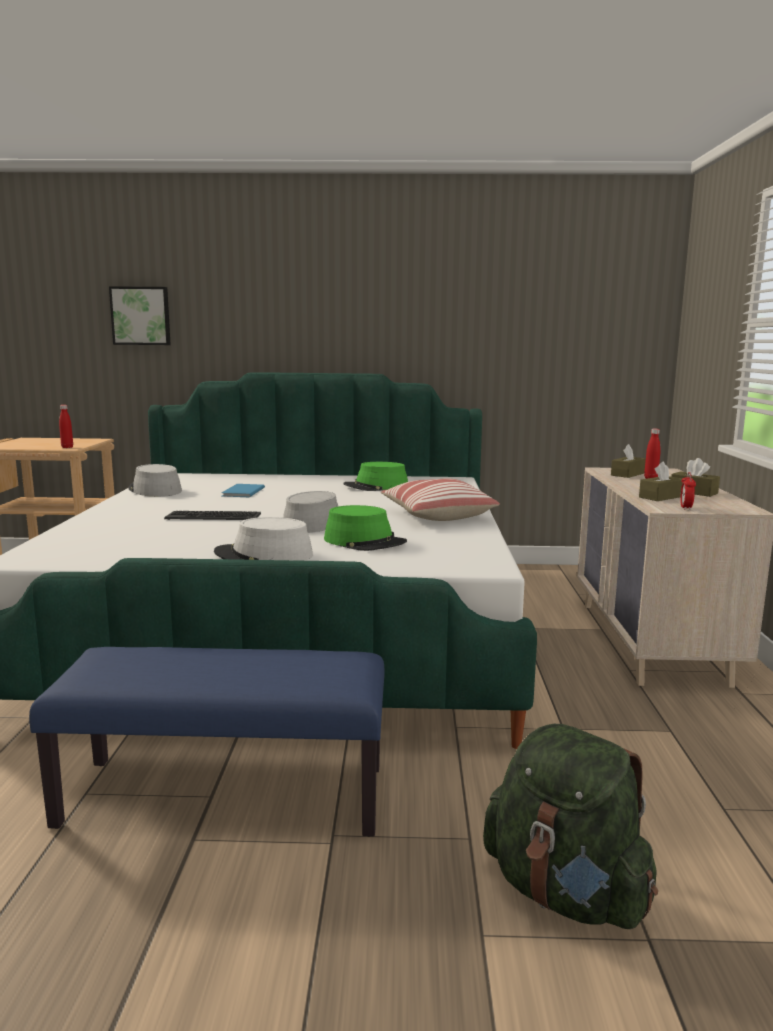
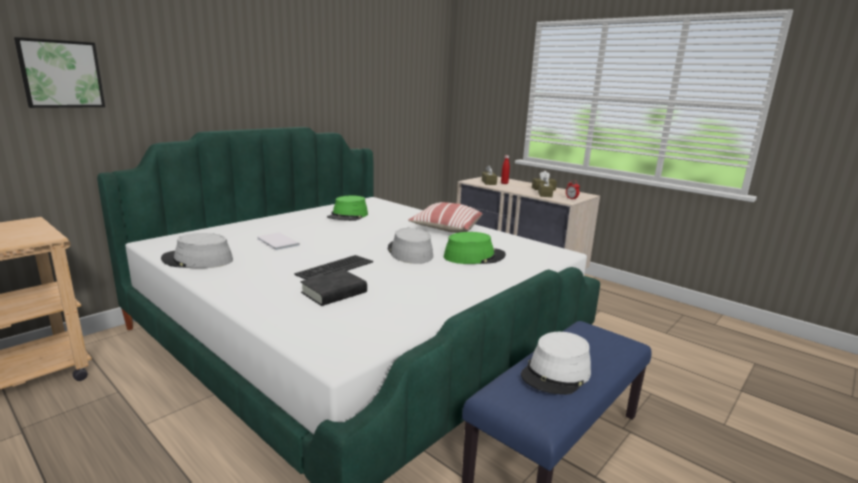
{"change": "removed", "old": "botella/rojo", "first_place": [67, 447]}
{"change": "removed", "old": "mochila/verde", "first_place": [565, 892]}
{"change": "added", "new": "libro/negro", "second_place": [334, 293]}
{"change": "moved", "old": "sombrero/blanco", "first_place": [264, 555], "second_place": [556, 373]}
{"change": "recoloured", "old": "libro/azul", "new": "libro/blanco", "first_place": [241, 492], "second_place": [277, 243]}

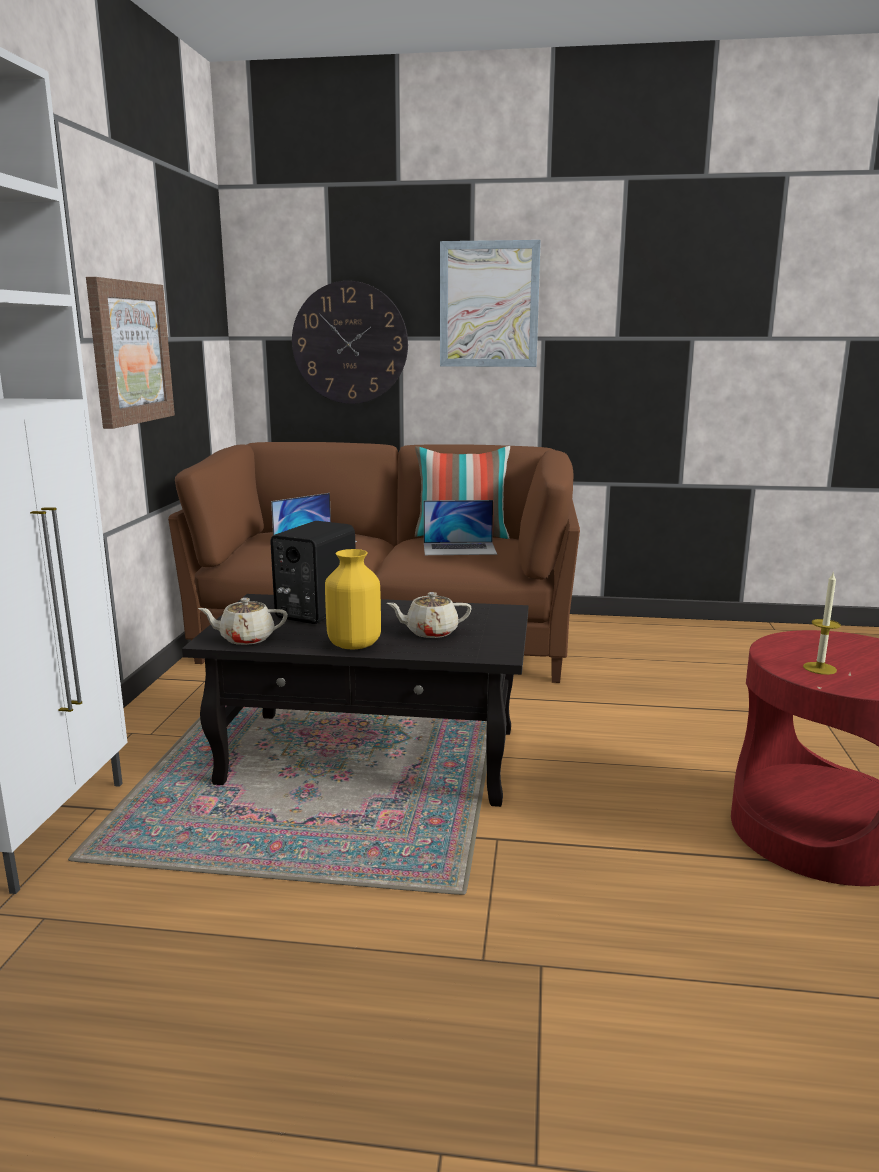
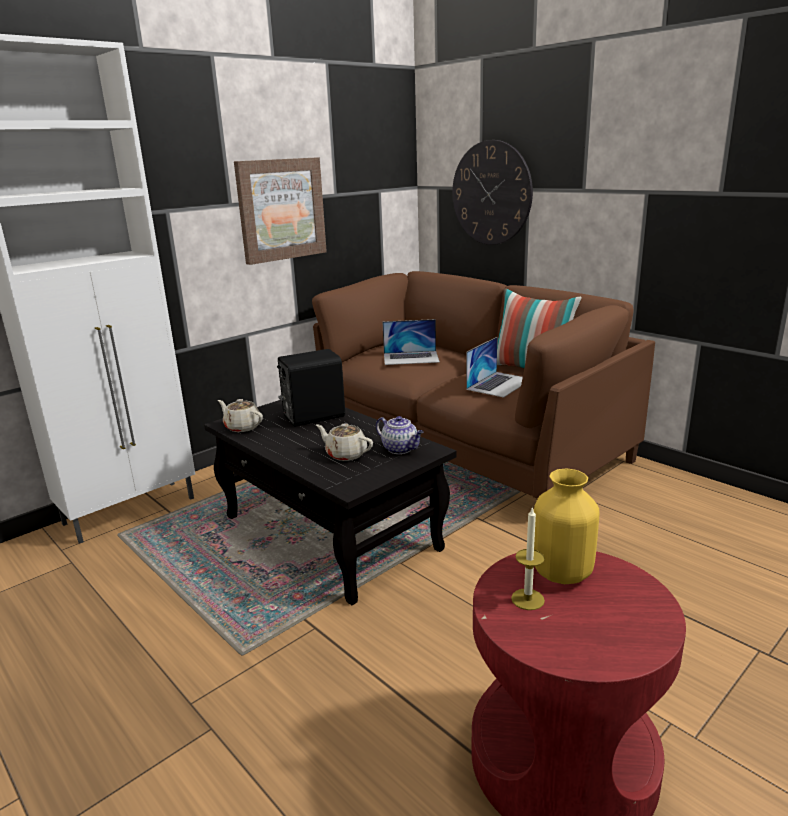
{"change": "removed", "old": "cuadro", "first_place": [489, 305]}
{"change": "added", "new": "tetera", "second_place": [400, 449]}
{"change": "moved", "old": "florero/amarillo", "first_place": [354, 644], "second_place": [562, 572]}
{"change": "turned", "old": "portátil", "first_place": [459, 548], "second_place": [499, 384], "degrees": -90}

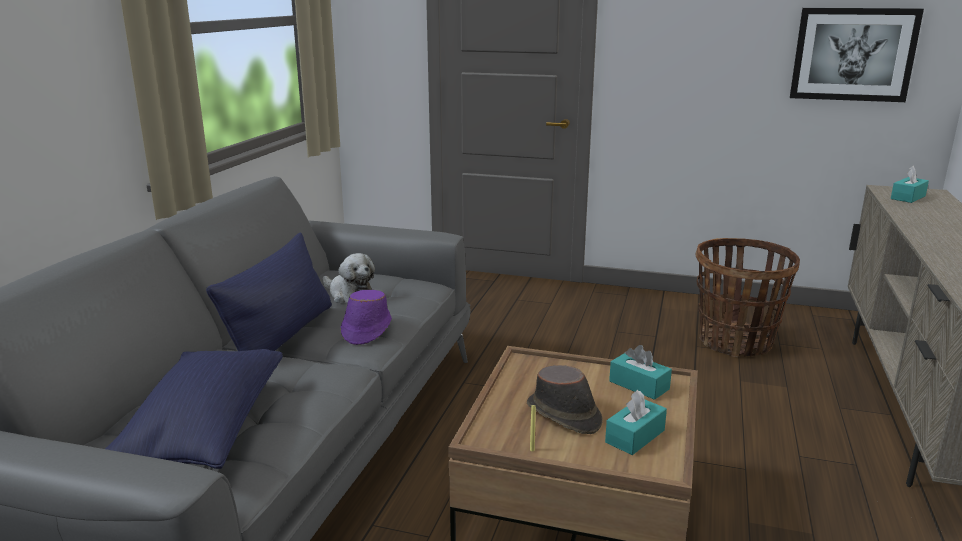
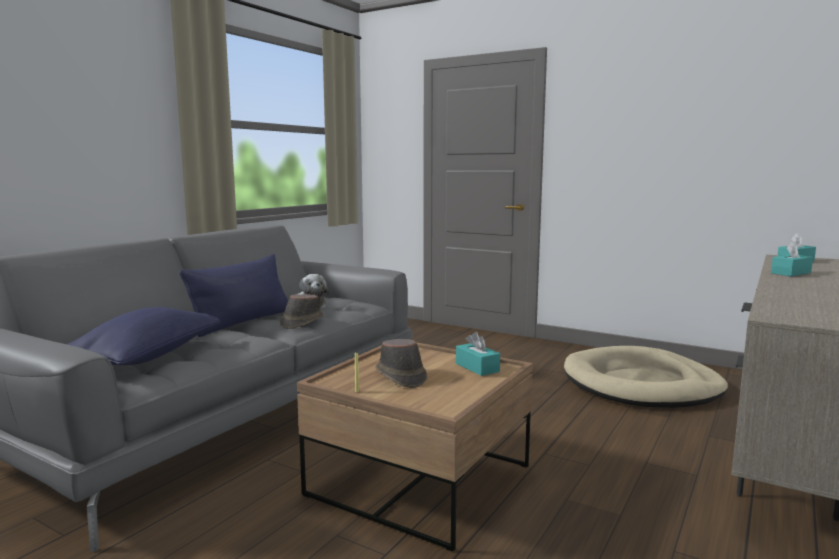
{"change": "removed", "old": "cuadro", "first_place": [853, 54]}
{"change": "moved", "old": "caja de pañuelos/turquesa", "first_place": [635, 436], "second_place": [791, 273]}
{"change": "replaced", "old": "cesta", "new": "cama para perro/beis", "first_place": [735, 341], "second_place": [642, 384]}
{"change": "recoloured", "old": "sombrero/morado", "new": "sombrero/marrón", "first_place": [366, 330], "second_place": [301, 322]}

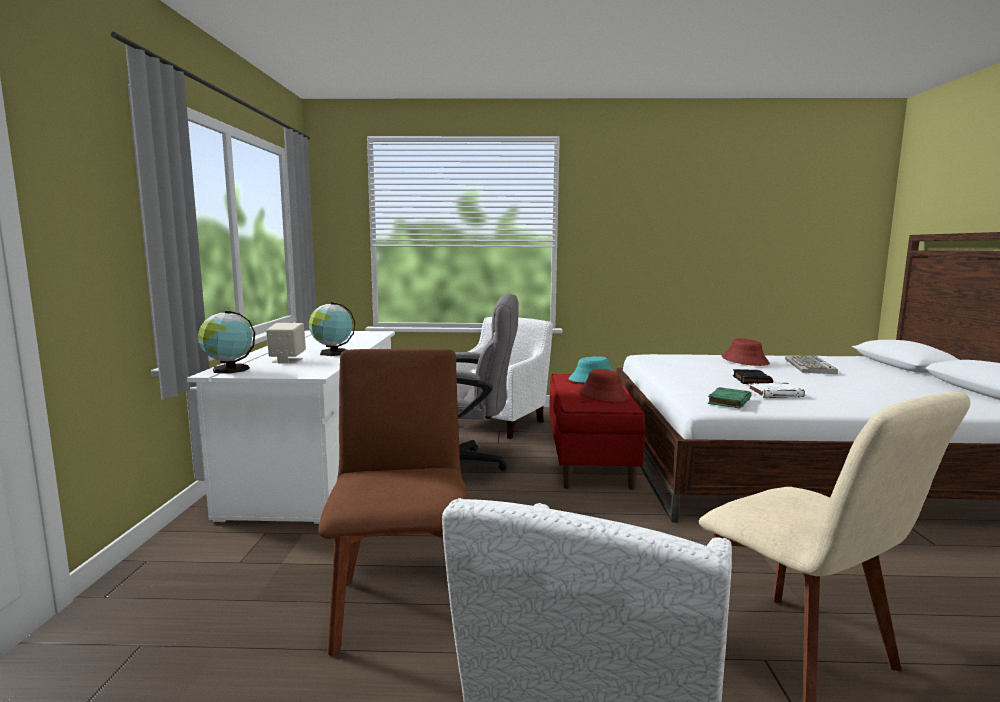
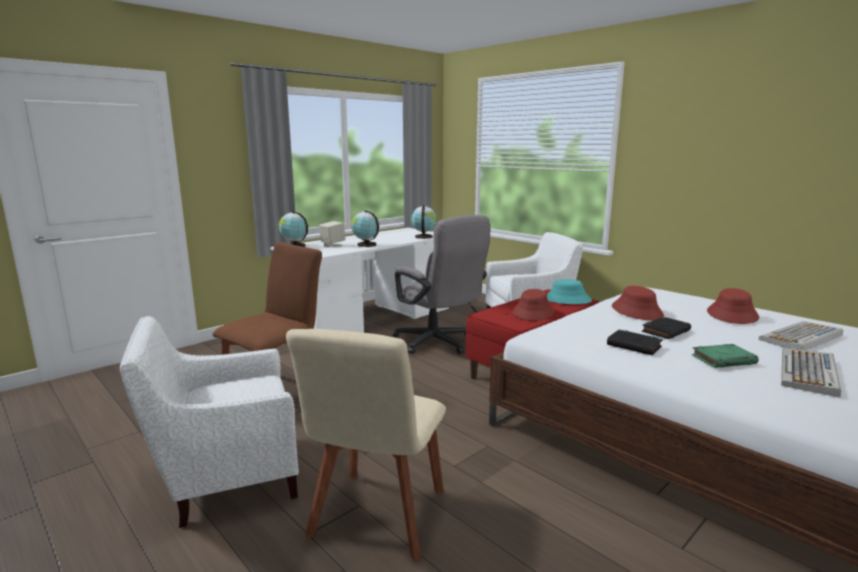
{"change": "added", "new": "globo terráqueo", "second_place": [423, 236]}
{"change": "added", "new": "sombrero/rojo", "second_place": [637, 311]}
{"change": "added", "new": "teclado", "second_place": [809, 373]}
{"change": "moved", "old": "libro/verde", "first_place": [729, 401], "second_place": [724, 359]}
{"change": "recoloured", "old": "libro/blanco", "new": "libro/negro", "first_place": [775, 394], "second_place": [634, 346]}

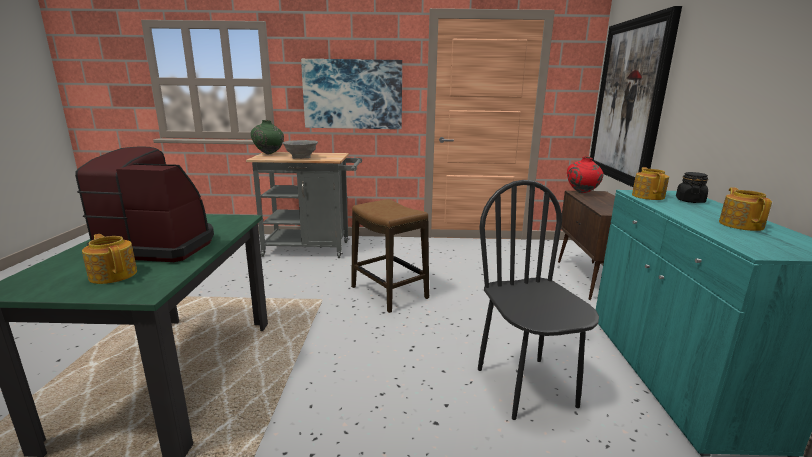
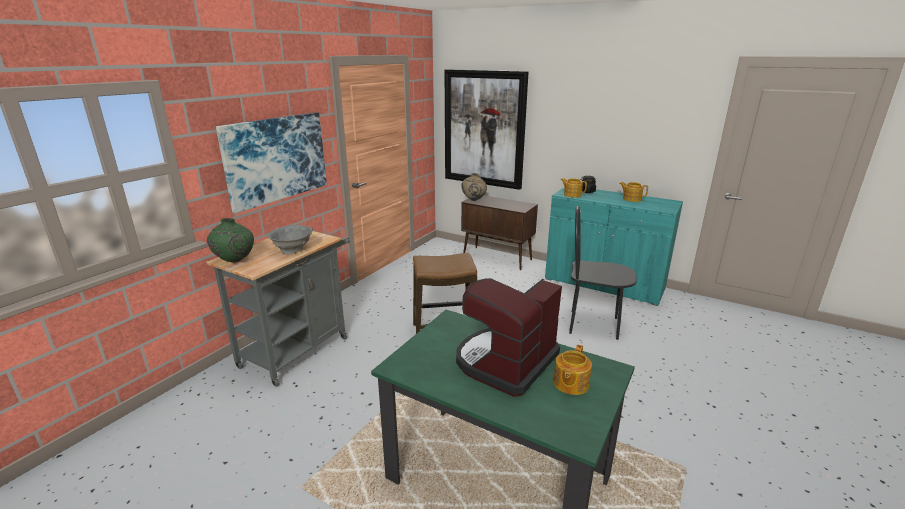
{"change": "recoloured", "old": "florero/rojo", "new": "florero/beis", "first_place": [582, 193], "second_place": [473, 200]}
{"change": "turned", "old": "tetera", "first_place": [113, 274], "second_place": [570, 384], "degrees": -45}

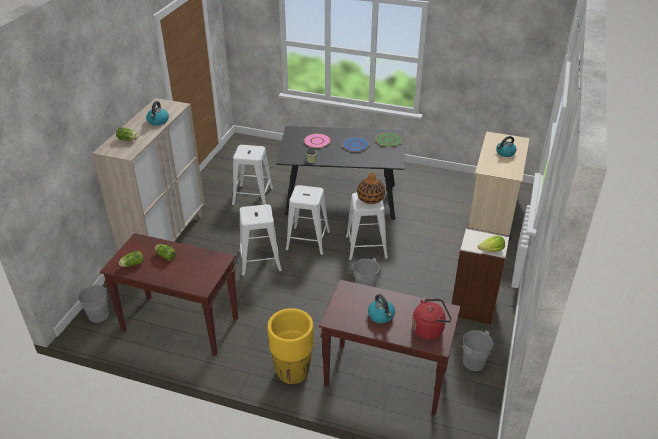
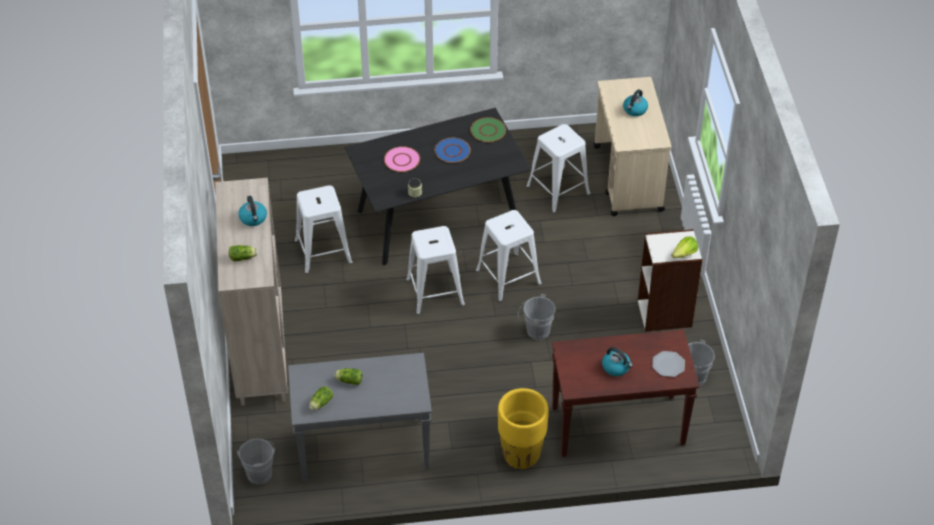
{"change": "removed", "old": "florero", "first_place": [370, 199]}
{"change": "moved", "old": "taburete/blanco", "first_place": [260, 261], "second_place": [558, 190]}
{"change": "replaced", "old": "hervidor/rojo", "new": "plato", "first_place": [429, 329], "second_place": [668, 365]}
{"change": "recoloured", "old": "mesa consola/marrón", "new": "mesa consola/gris", "first_place": [179, 325], "second_place": [362, 451]}

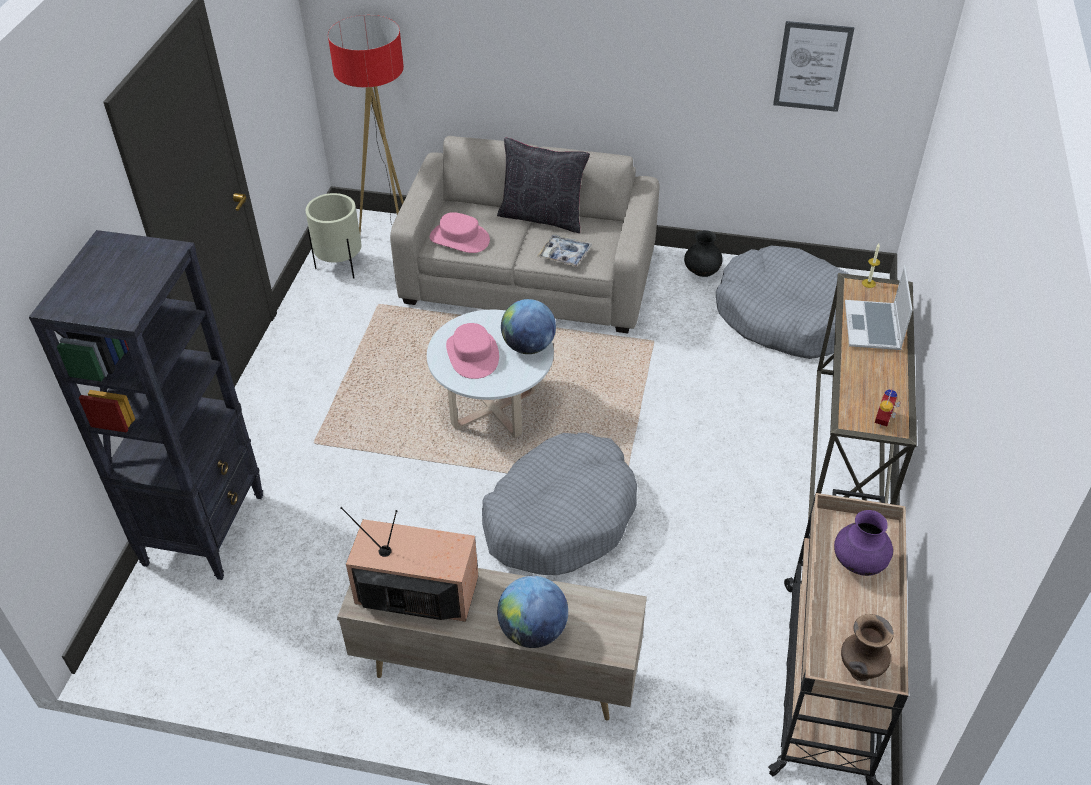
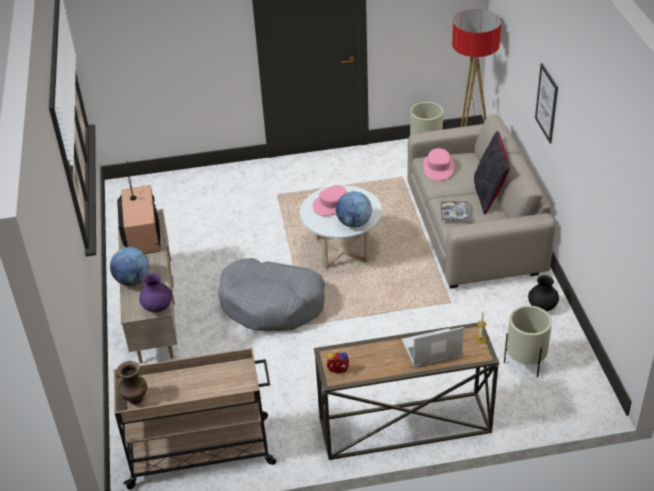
{"change": "removed", "old": "estantería/negro", "first_place": [205, 528]}
{"change": "moved", "old": "cuadro", "first_place": [812, 66], "second_place": [546, 103]}
{"change": "moved", "old": "florero/morado", "first_place": [858, 564], "second_place": [158, 308]}
{"change": "replaced", "old": "cama para perro/gris", "new": "maceta/beis", "first_place": [785, 316], "second_place": [525, 363]}

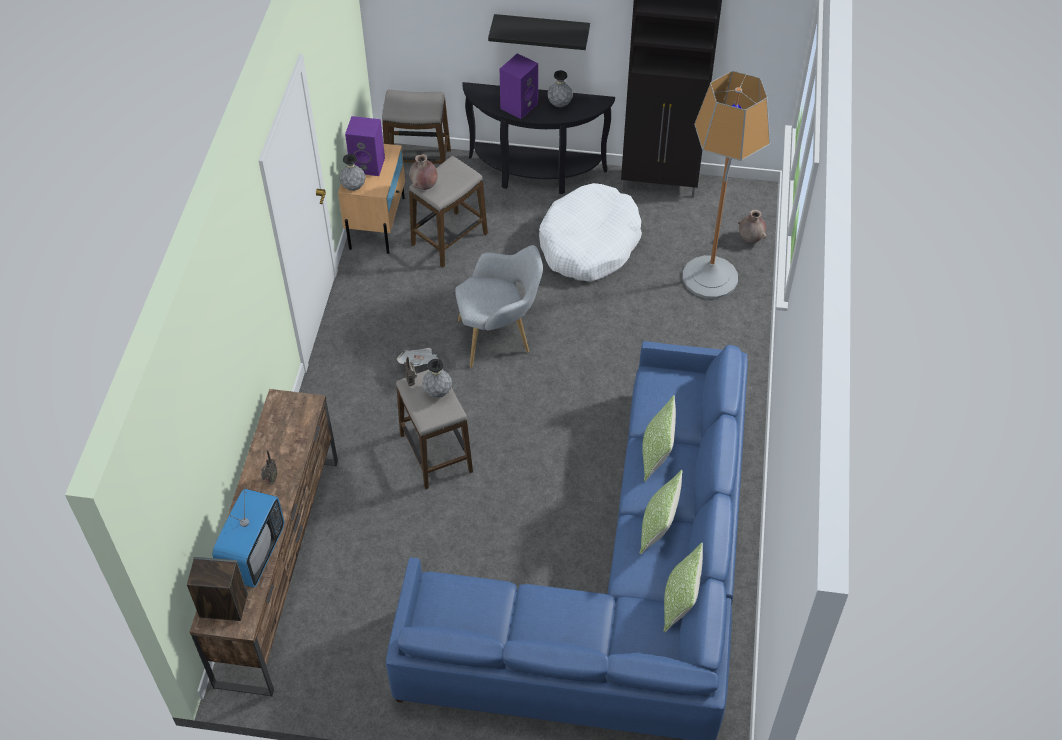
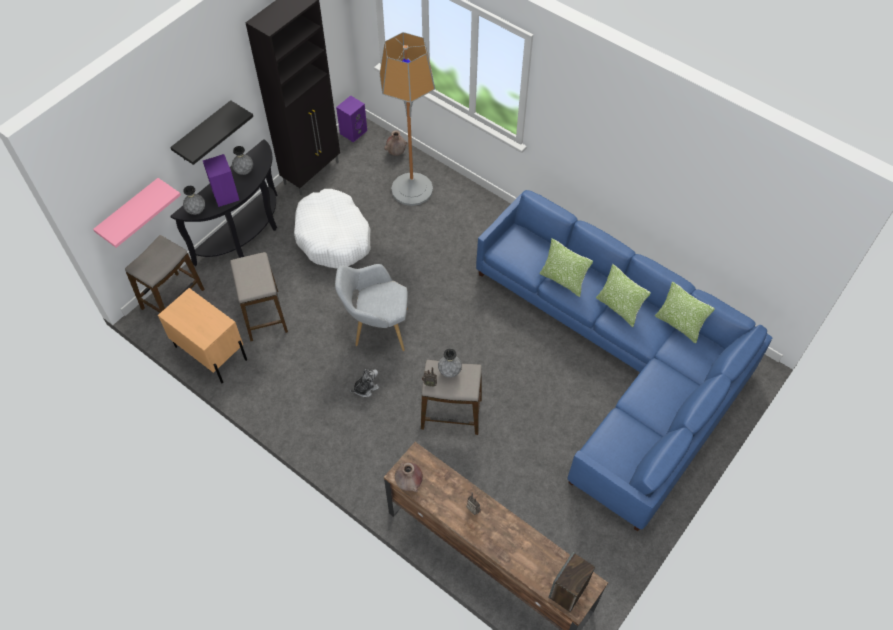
{"change": "removed", "old": "televisor", "first_place": [253, 553]}
{"change": "added", "new": "estante/rosa", "second_place": [129, 211]}
{"change": "moved", "old": "florero/gris", "first_place": [353, 187], "second_place": [196, 211]}
{"change": "moved", "old": "altavoz/morado", "first_place": [368, 165], "second_place": [353, 131]}
{"change": "moved", "old": "florero/marrón", "first_place": [424, 186], "second_place": [409, 483]}
{"change": "replaced", "old": "periódico", "new": "peluche", "first_place": [419, 364], "second_place": [365, 388]}
{"change": "turned", "old": "sillón/gris", "first_place": [499, 337], "second_place": [377, 328], "degrees": -105}

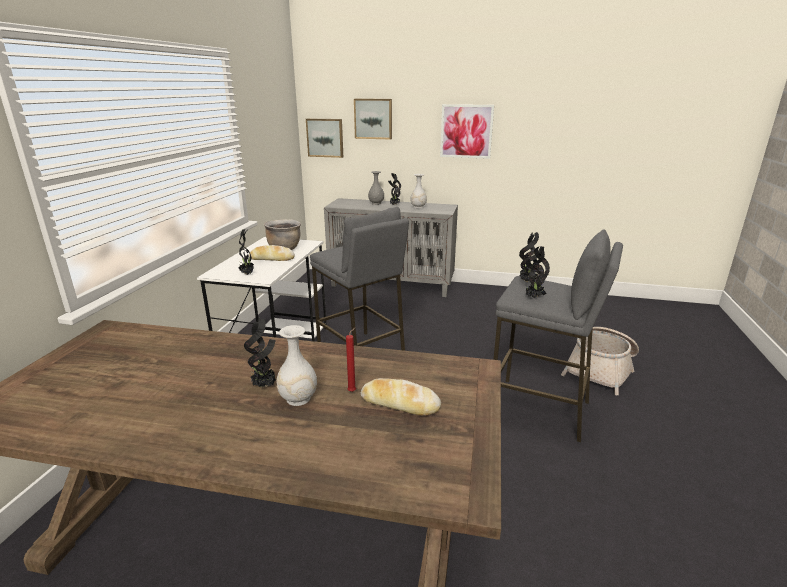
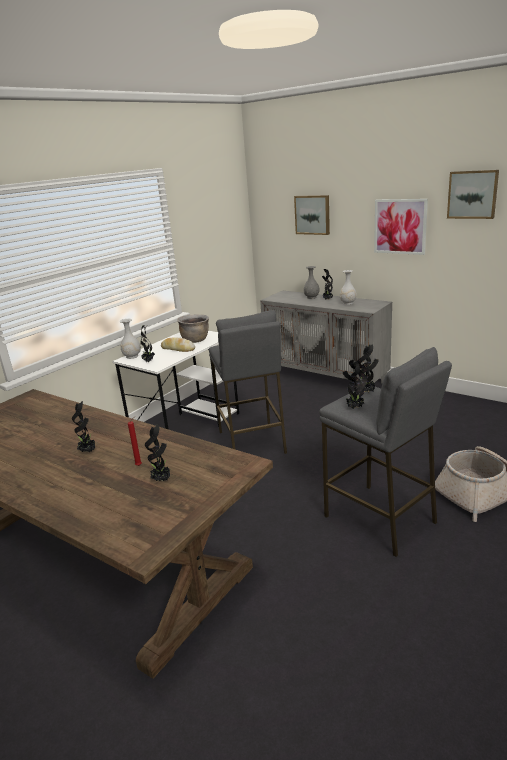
{"change": "moved", "old": "florero/blanco", "first_place": [298, 398], "second_place": [132, 356]}
{"change": "moved", "old": "cuadro", "first_place": [325, 137], "second_place": [472, 194]}
{"change": "replaced", "old": "pan", "new": "planta en maceta", "first_place": [400, 403], "second_place": [162, 480]}

